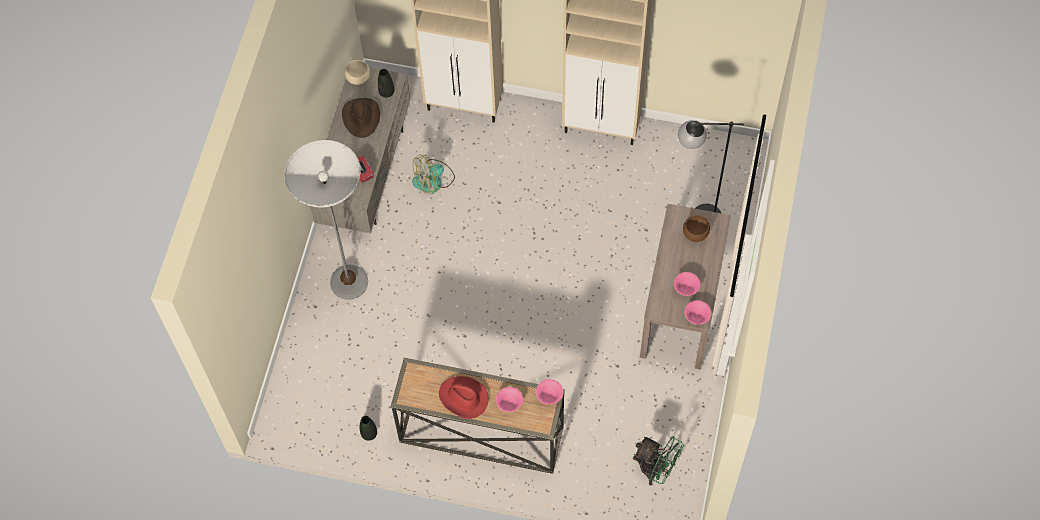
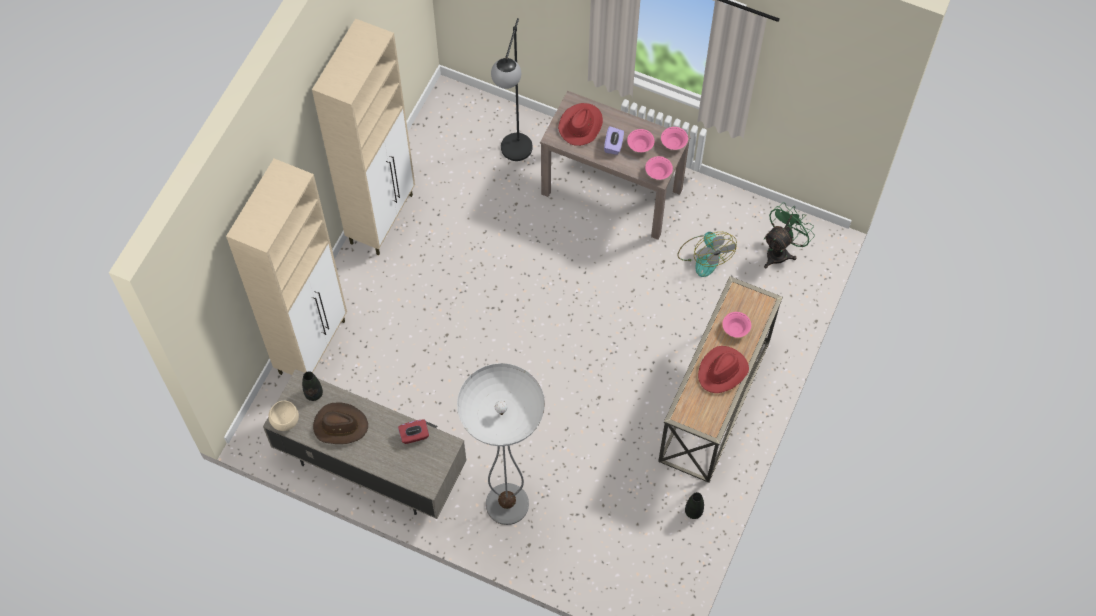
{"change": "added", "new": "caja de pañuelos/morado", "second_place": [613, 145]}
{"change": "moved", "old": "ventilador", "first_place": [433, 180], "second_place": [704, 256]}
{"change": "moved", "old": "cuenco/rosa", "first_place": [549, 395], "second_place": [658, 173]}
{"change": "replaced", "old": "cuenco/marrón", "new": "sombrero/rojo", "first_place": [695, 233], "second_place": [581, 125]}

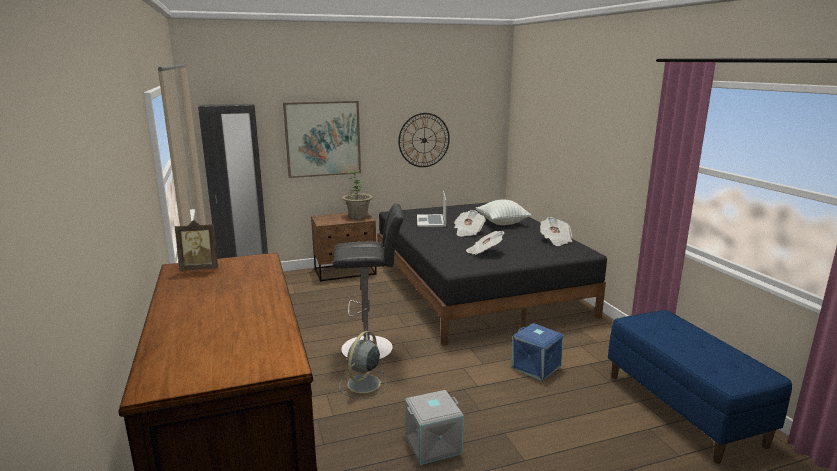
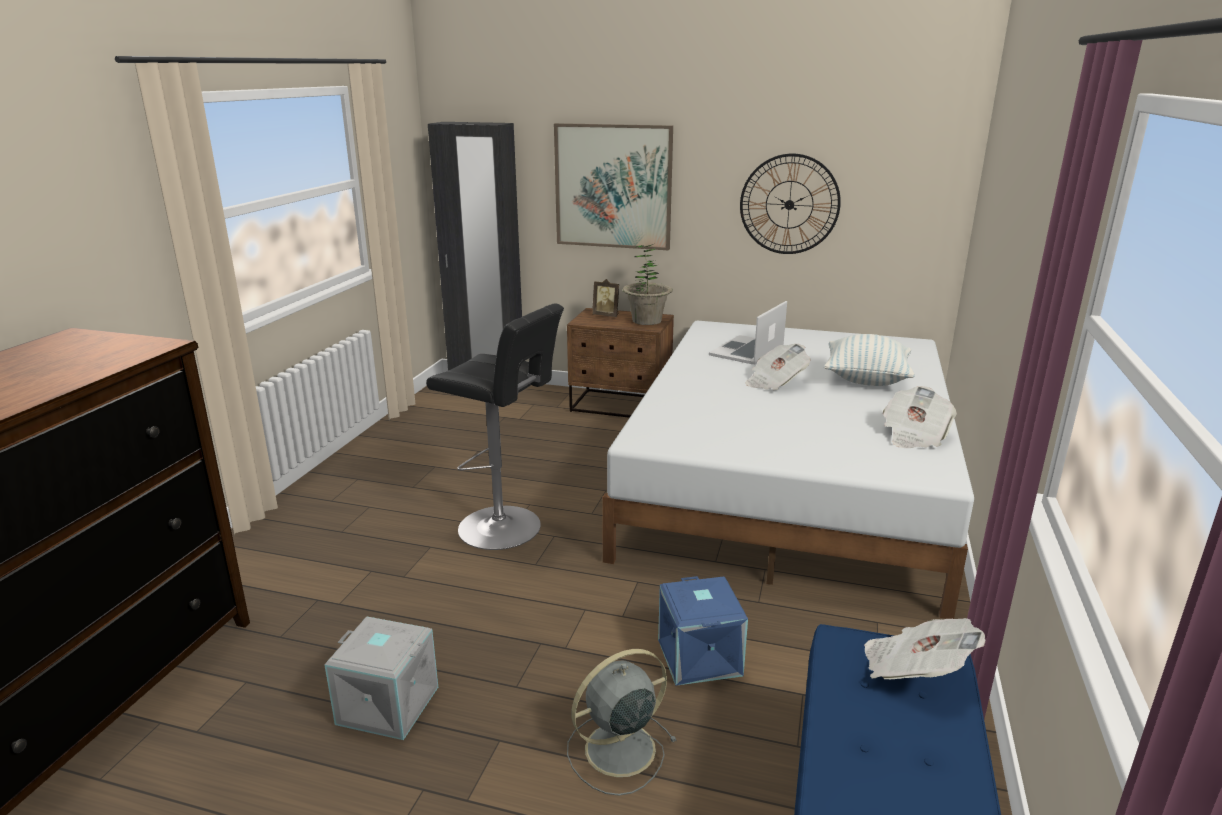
{"change": "moved", "old": "portarretratos", "first_place": [200, 268], "second_place": [607, 315]}
{"change": "moved", "old": "ventilador/gris", "first_place": [363, 384], "second_place": [617, 750]}
{"change": "moved", "old": "periódico", "first_place": [484, 252], "second_place": [914, 670]}
{"change": "recoloured", "old": "cama/negro", "new": "cama/blanco", "first_place": [476, 286], "second_place": [789, 484]}

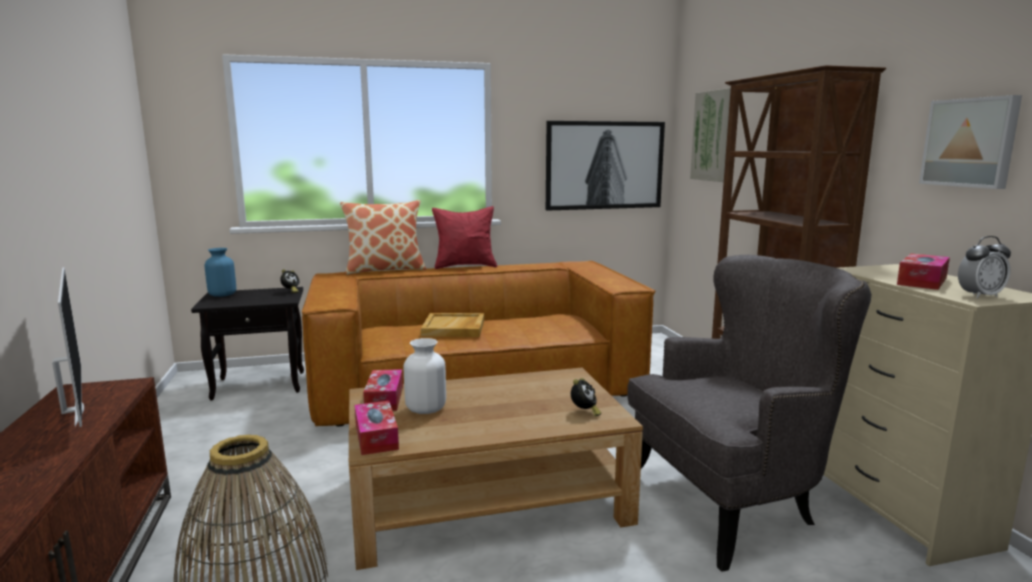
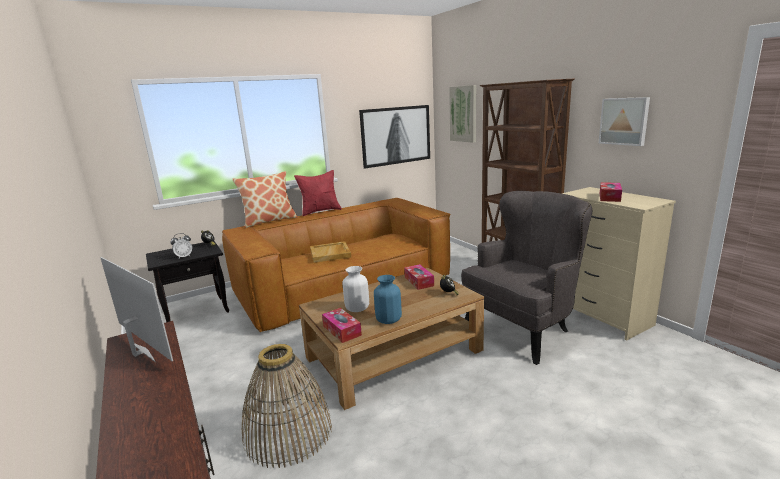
{"change": "moved", "old": "florero/azul", "first_place": [222, 294], "second_place": [388, 319]}
{"change": "moved", "old": "caja de pañuelos", "first_place": [384, 399], "second_place": [419, 281]}
{"change": "moved", "old": "despertador", "first_place": [979, 296], "second_place": [184, 257]}

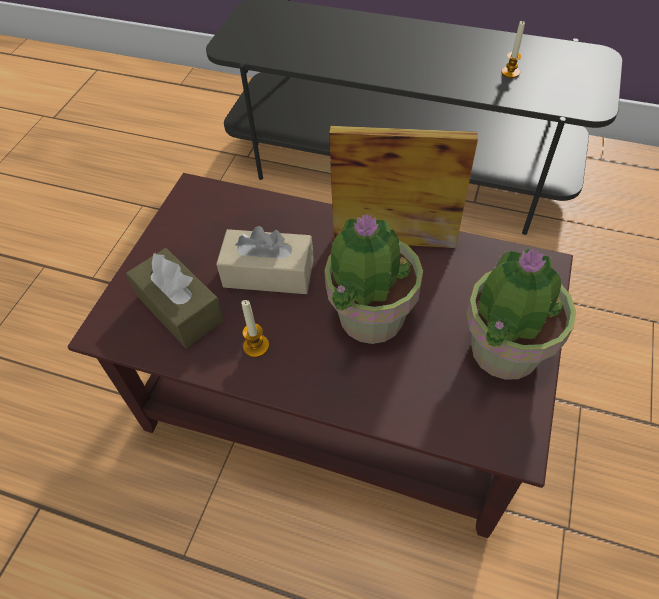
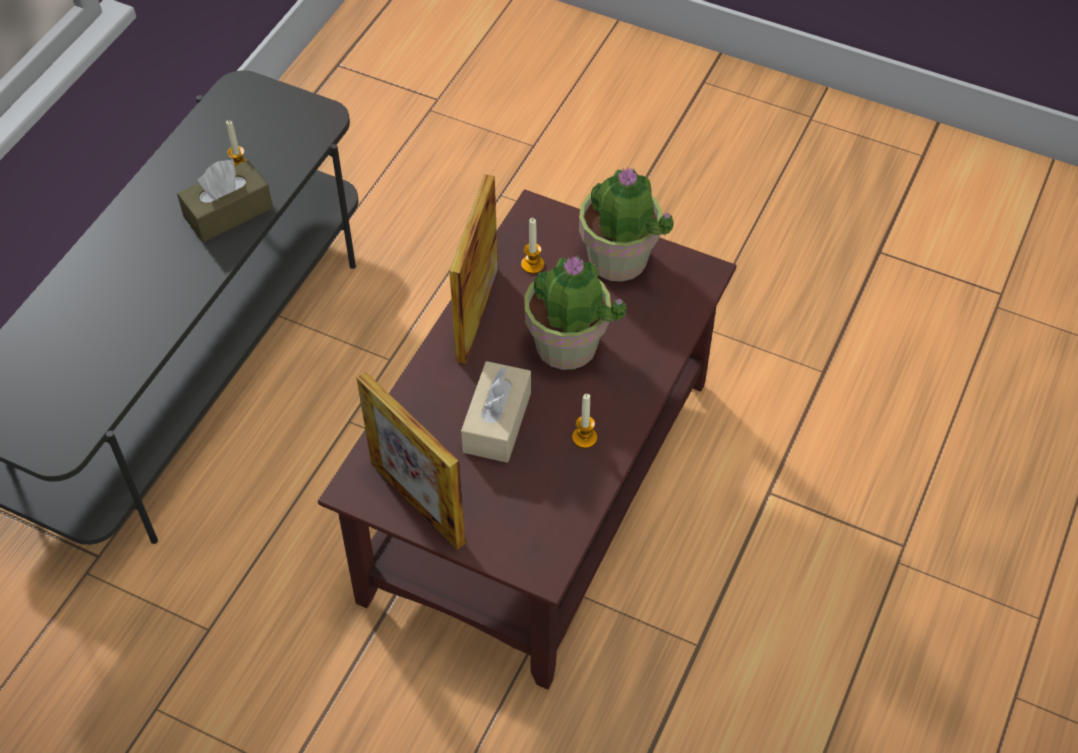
{"change": "added", "new": "portarretratos", "second_place": [417, 503]}
{"change": "added", "new": "vela", "second_place": [532, 265]}
{"change": "moved", "old": "caja de pañuelos/marrón", "first_place": [180, 308], "second_place": [228, 212]}

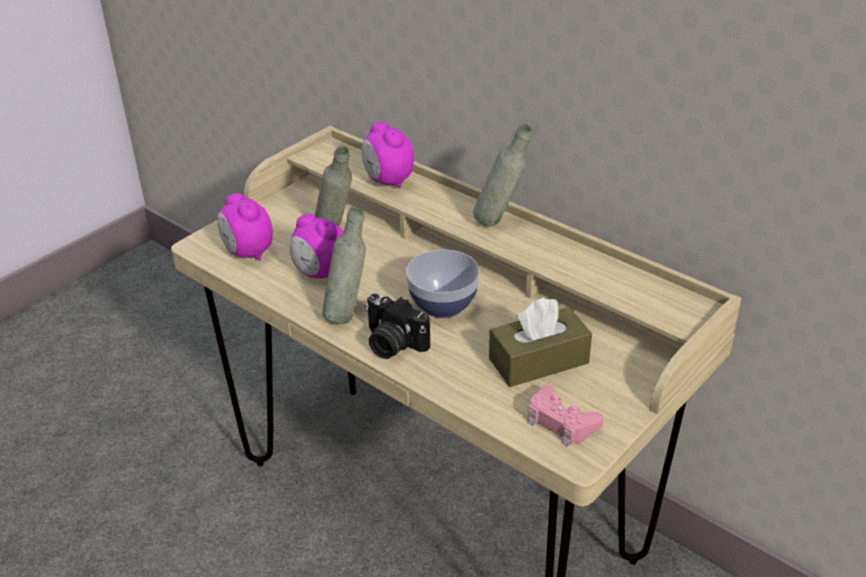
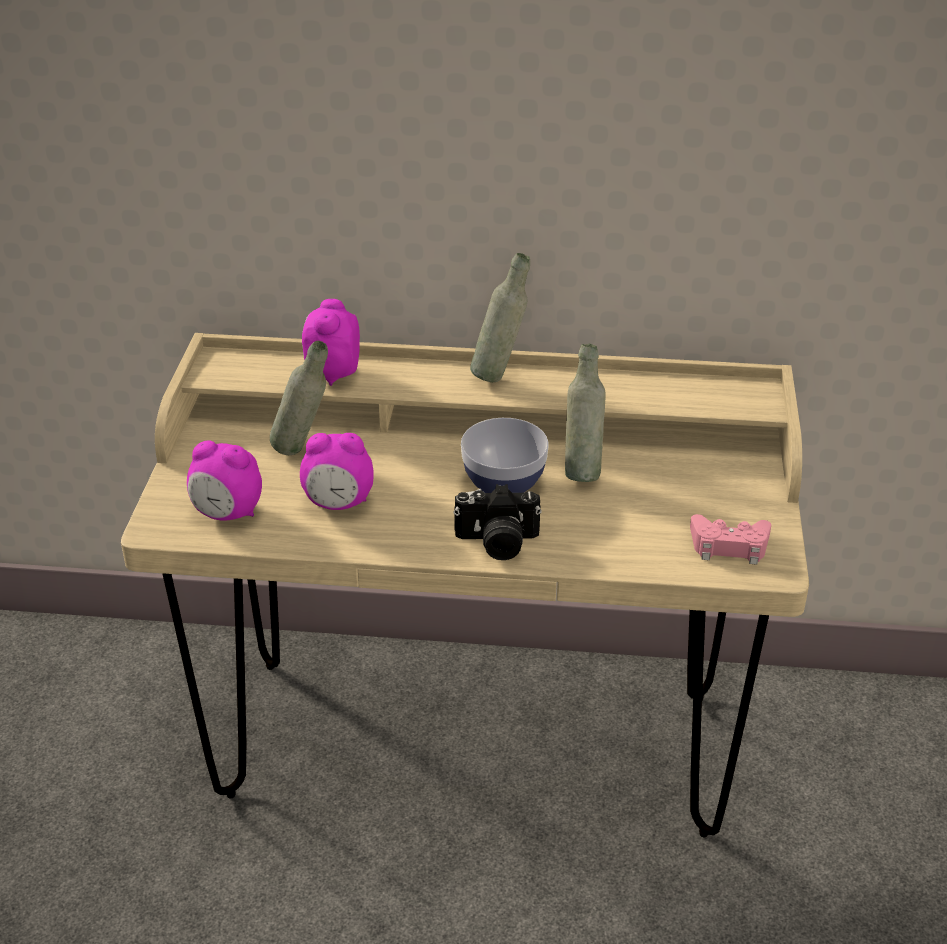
{"change": "removed", "old": "caja de pañuelos/marrón", "first_place": [538, 361]}
{"change": "moved", "old": "botella/gris", "first_place": [348, 314], "second_place": [582, 470]}
{"change": "turned", "old": "despertador", "first_place": [387, 181], "second_place": [332, 373], "degrees": 75}

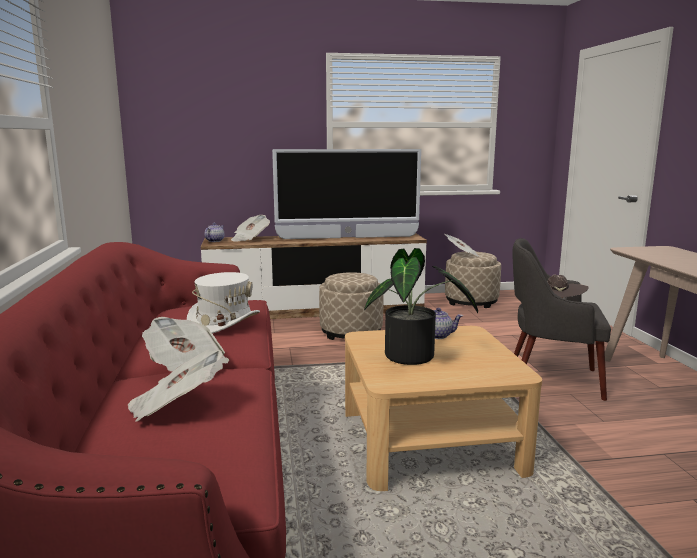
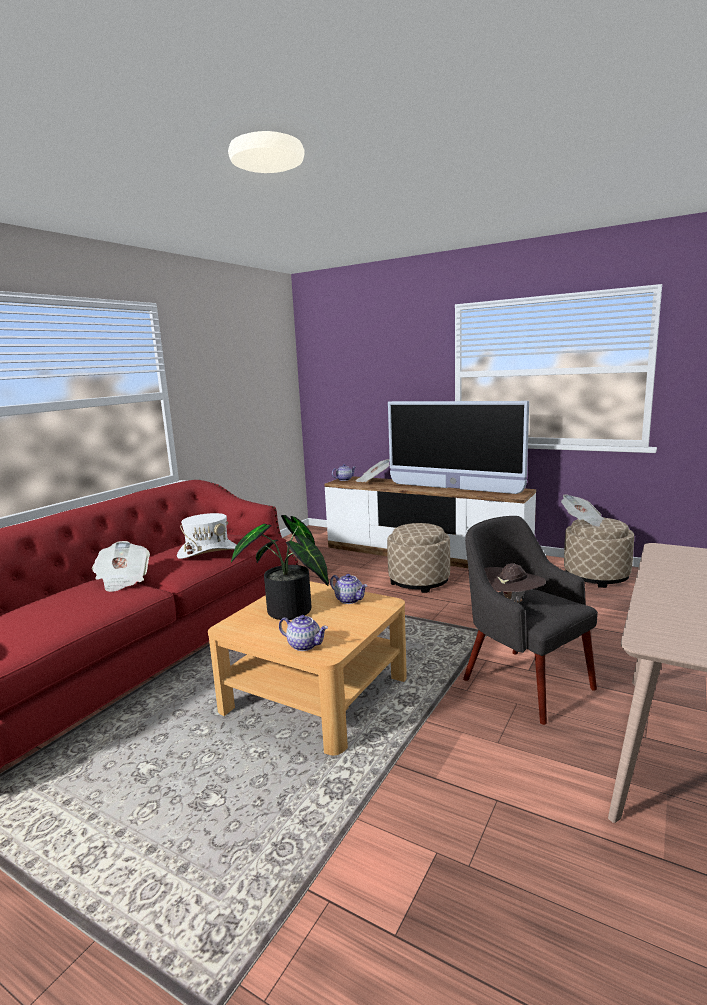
{"change": "removed", "old": "periódico", "first_place": [174, 407]}
{"change": "added", "new": "tetera", "second_place": [305, 645]}

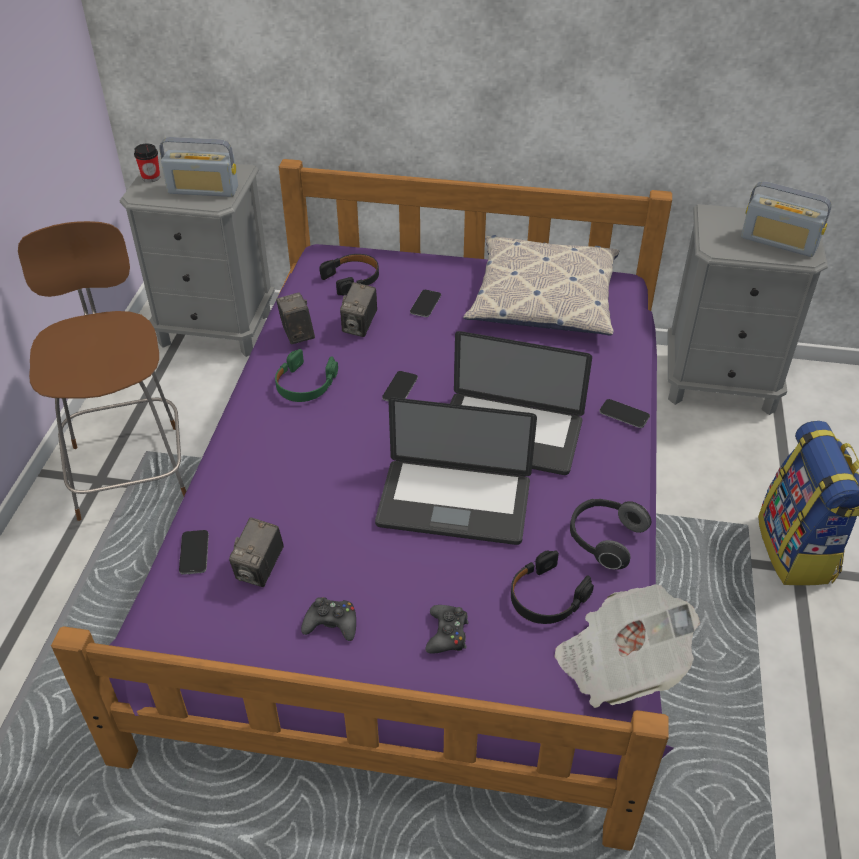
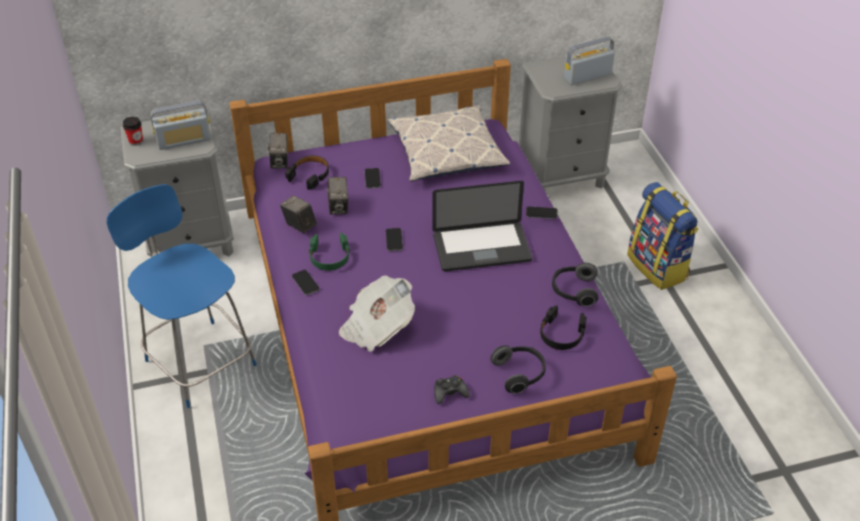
{"change": "removed", "old": "portátil", "first_place": [454, 503]}
{"change": "moved", "old": "móvil", "first_place": [194, 553], "second_place": [305, 283]}
{"change": "moved", "old": "cámara", "first_place": [260, 569], "second_place": [280, 162]}
{"change": "moved", "old": "periódico", "first_place": [620, 664], "second_place": [376, 327]}
{"change": "replaced", "old": "mando de consola/negro", "new": "auriculares", "first_place": [447, 634], "second_place": [519, 374]}
{"change": "recoloured", "old": "silla/marrón", "new": "silla/azul", "first_place": [129, 467], "second_place": [198, 360]}
{"change": "turned", "old": "radio", "first_place": [779, 242], "second_place": [587, 76], "degrees": 150}

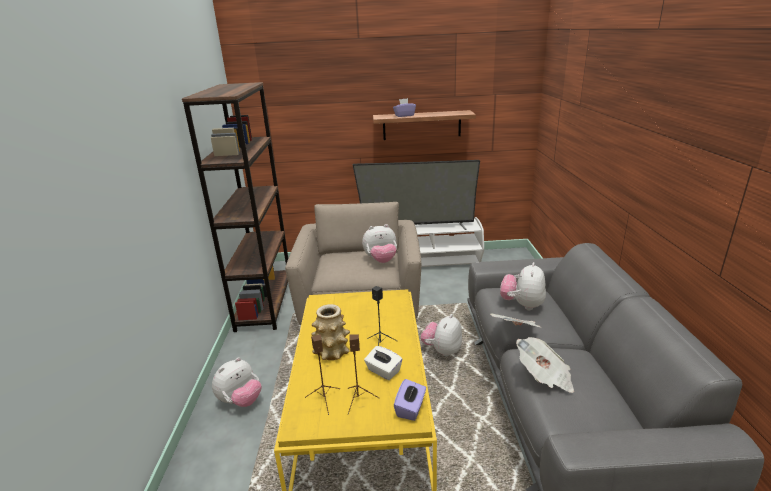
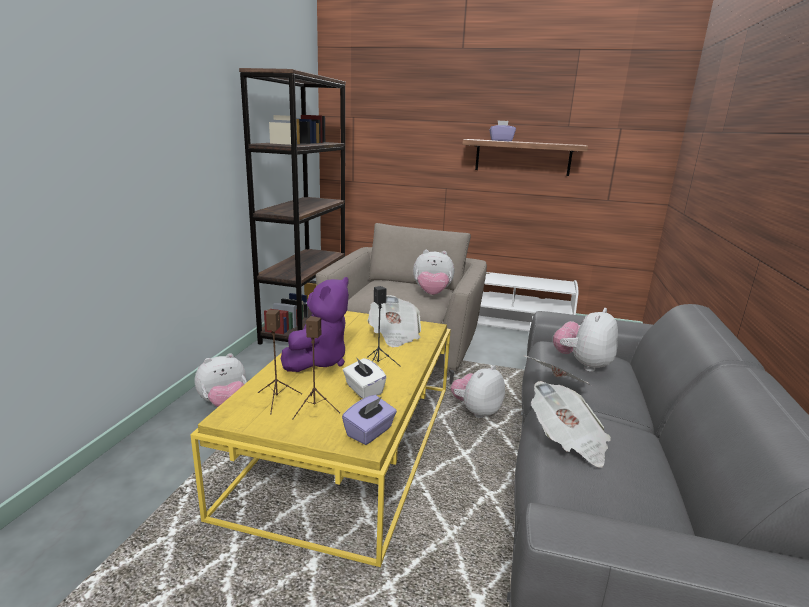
{"change": "removed", "old": "televisor", "first_place": [418, 227]}
{"change": "added", "new": "periódico", "second_place": [394, 335]}
{"change": "replaced", "old": "florero", "new": "peluche/morado", "first_place": [332, 352], "second_place": [318, 360]}

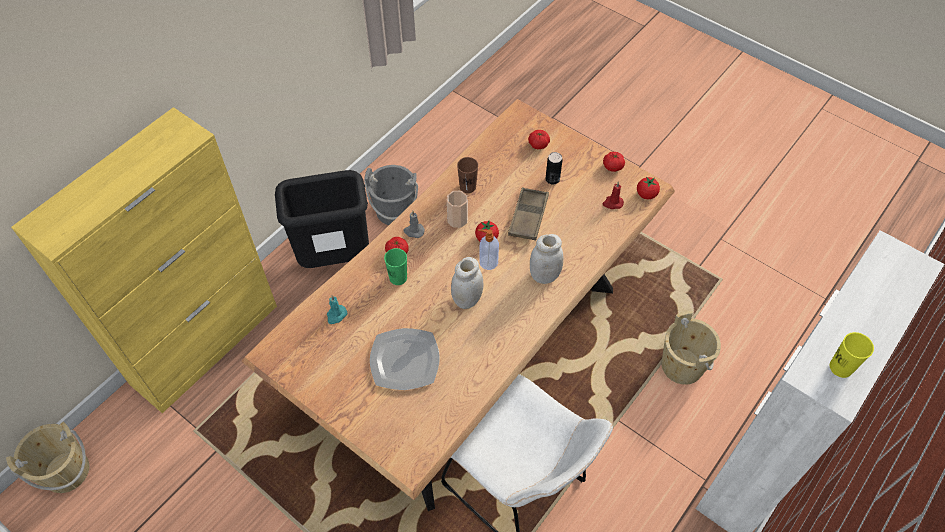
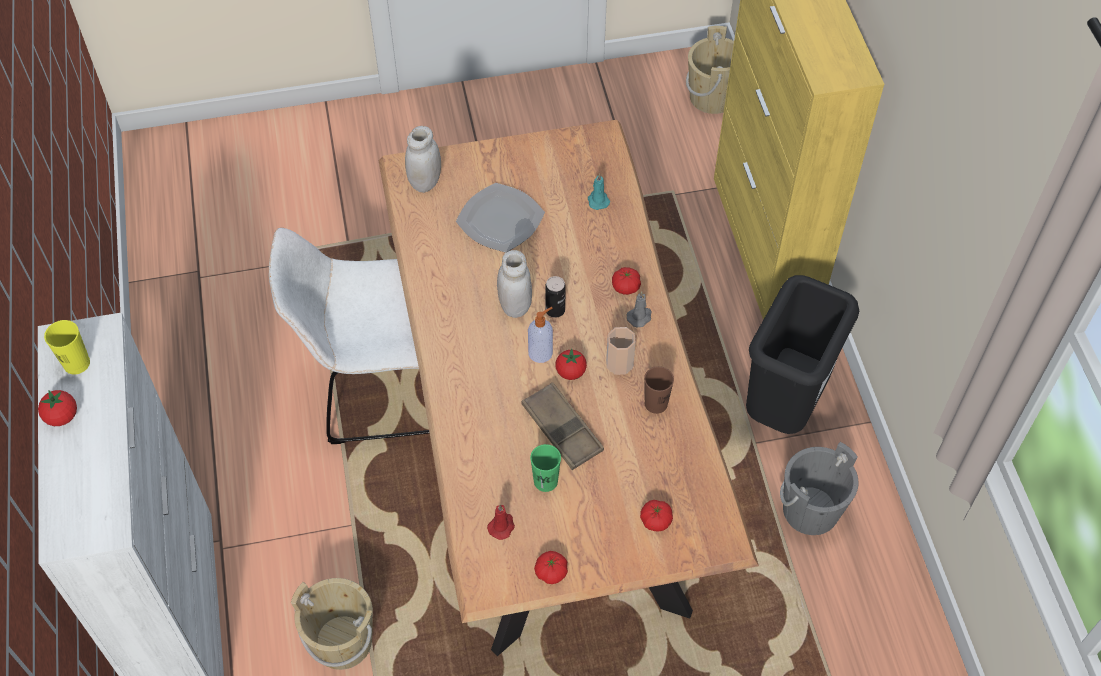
{"change": "moved", "old": "taza/verde", "first_place": [398, 278], "second_place": [545, 481]}
{"change": "moved", "old": "tarro/blanco", "first_place": [544, 275], "second_place": [425, 182]}
{"change": "moved", "old": "lata", "first_place": [552, 179], "second_place": [555, 310]}
{"change": "moved", "old": "tomate", "first_place": [646, 194], "second_place": [62, 416]}

